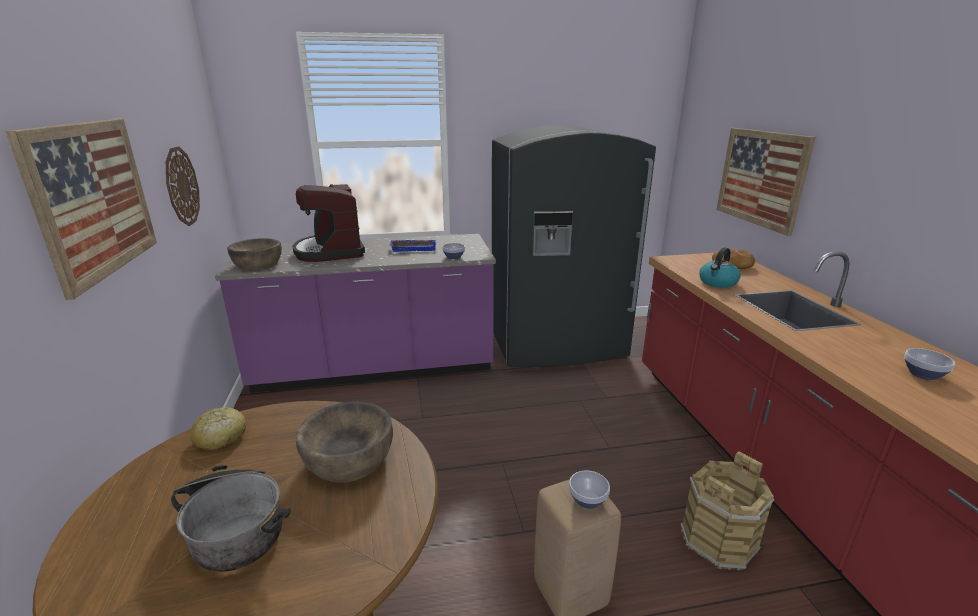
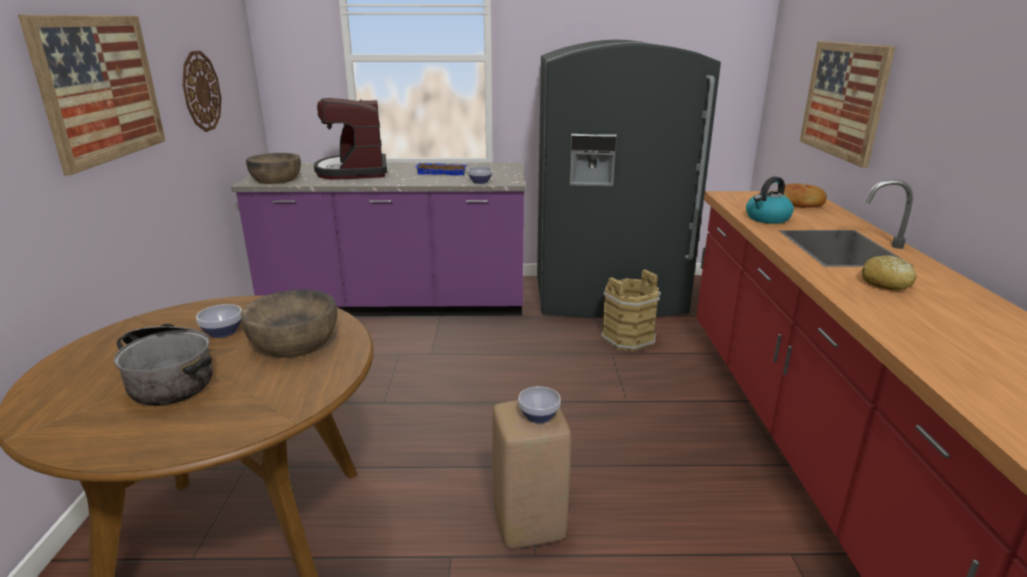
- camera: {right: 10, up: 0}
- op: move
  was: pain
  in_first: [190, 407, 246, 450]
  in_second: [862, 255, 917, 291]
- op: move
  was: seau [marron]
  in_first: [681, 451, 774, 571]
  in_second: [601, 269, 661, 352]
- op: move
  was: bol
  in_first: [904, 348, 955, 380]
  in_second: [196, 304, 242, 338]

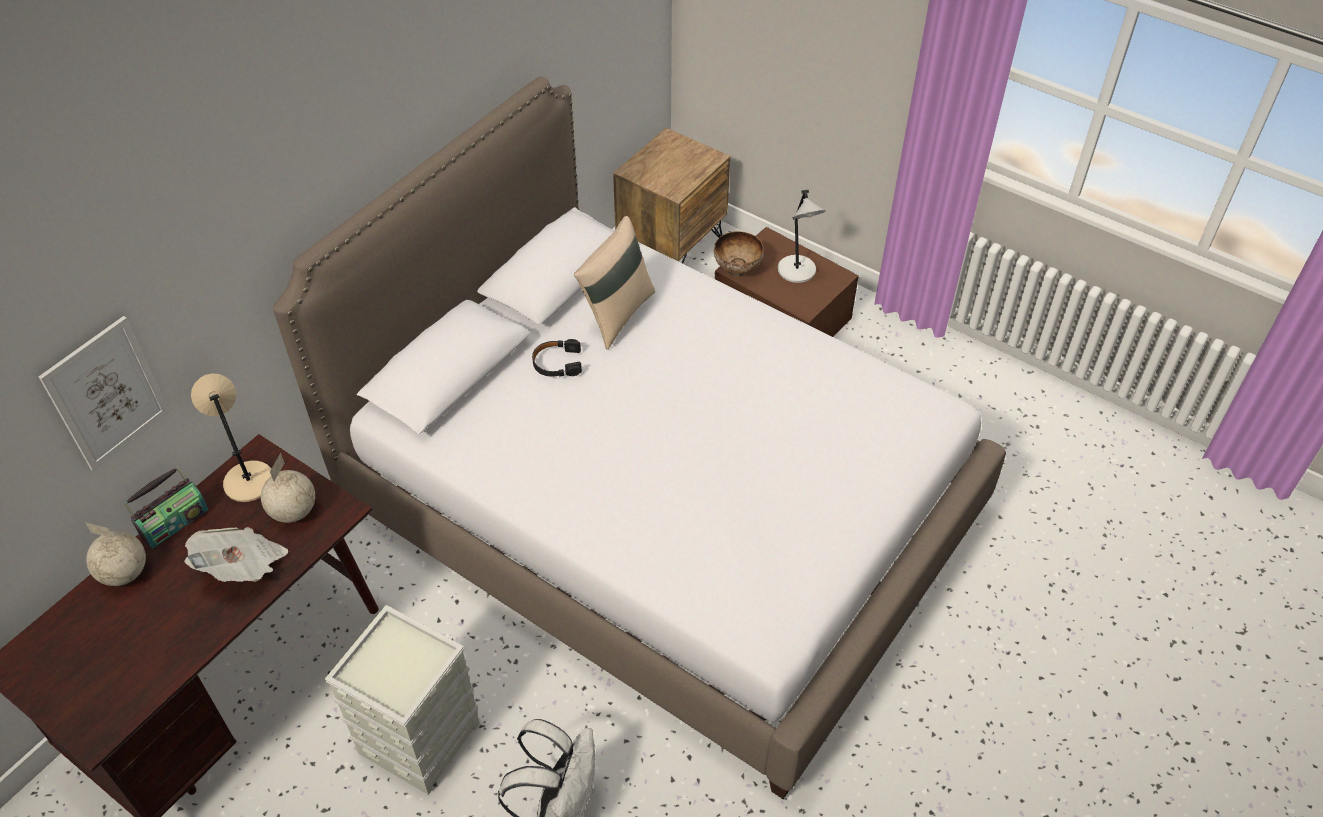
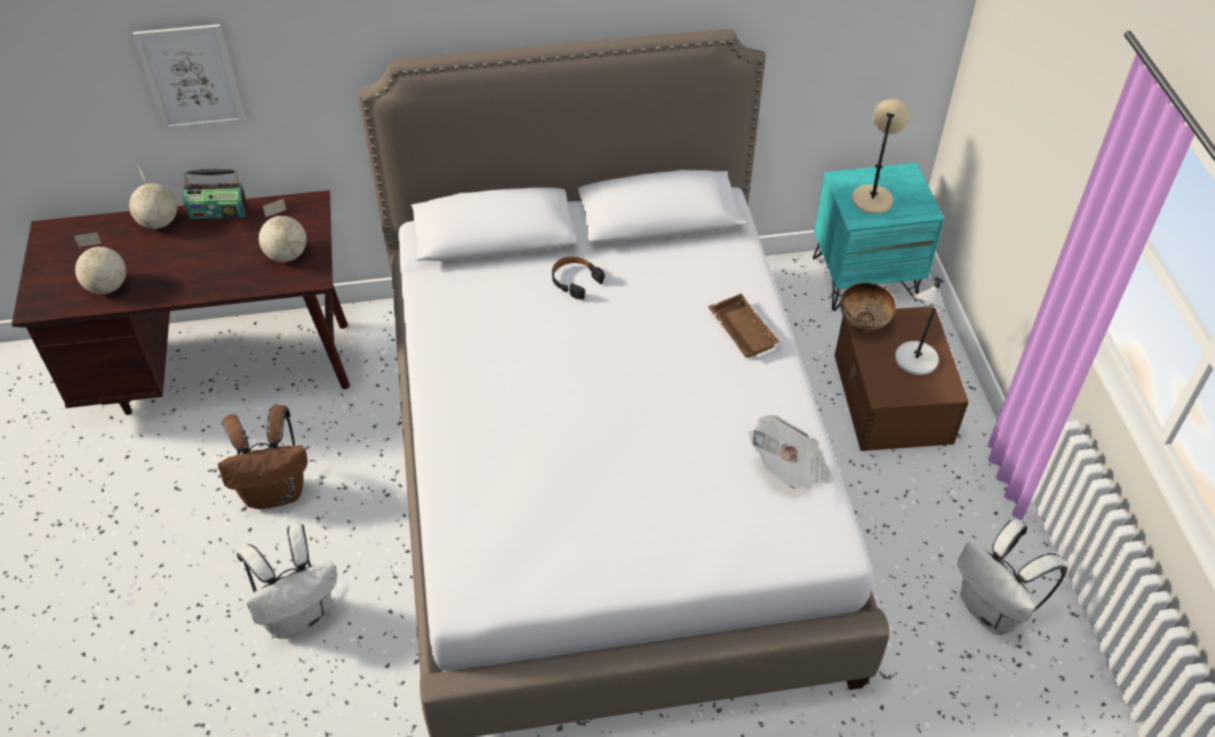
- camera: {right: 45, up: 0}
- op: delete
  was: coussin [beige]
  in_first: [574, 216, 655, 350]
- op: insert
  now: globe
  in_second: [74, 232, 126, 294]
- op: insert
  now: plateau [marron]
  in_second: [708, 293, 780, 358]
- op: insert
  now: sac à dos [blanc]
  in_second: [958, 519, 1067, 635]
- op: move
  was: journal
  in_first: [184, 527, 288, 582]
  in_second: [749, 415, 834, 489]
- op: move
  was: lampe de table [beige]
  in_first: [191, 373, 272, 502]
  in_second: [852, 99, 909, 214]
- op: replace
  was: boîte de rangement [gris]
  now: sac à dos [marron]
  in_first: [325, 605, 480, 795]
  in_second: [218, 405, 308, 509]
- op: recolor
  was: table de chevet [marron]
  now: table de chevet [turquoise]
  in_first: [613, 128, 730, 264]
  in_second: [813, 162, 944, 311]

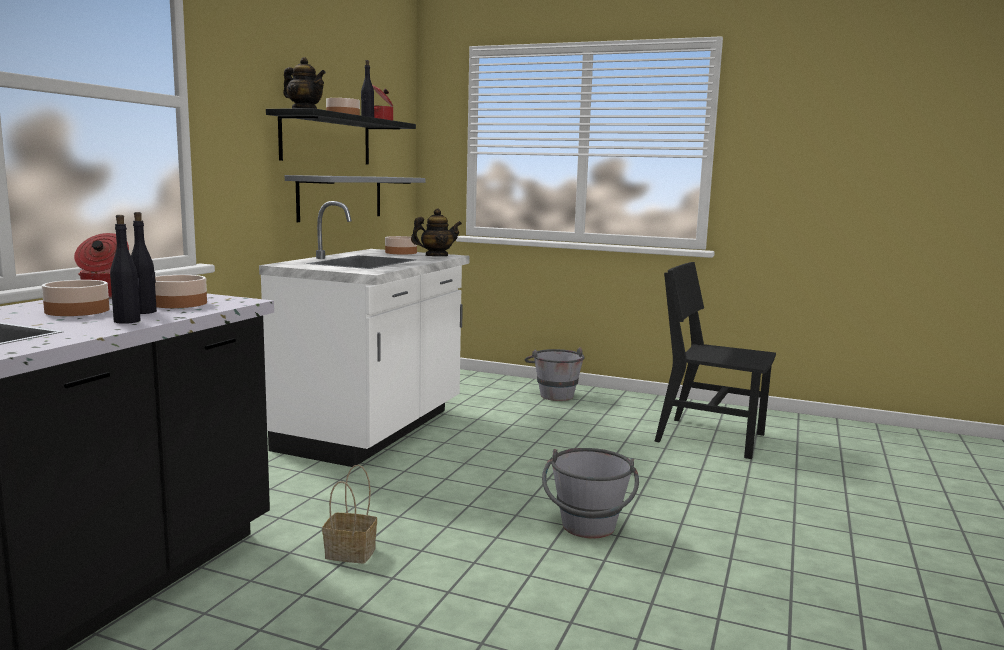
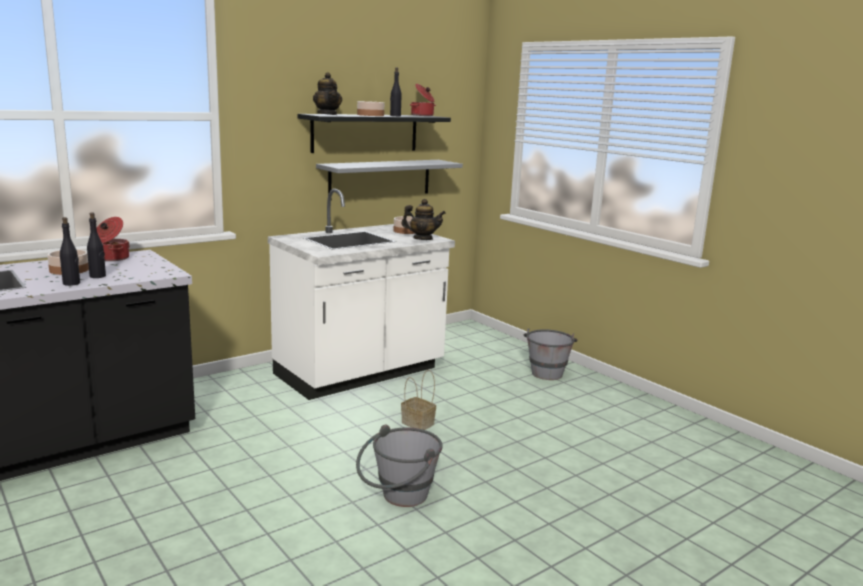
- camera: {right: 30, up: 5}
- op: delete
  was: bol
  in_first: [155, 275, 207, 308]
- op: delete
  was: chaise [noir]
  in_first: [654, 262, 776, 459]
- op: move
  was: panier
  in_first: [322, 465, 377, 563]
  in_second: [401, 370, 436, 430]

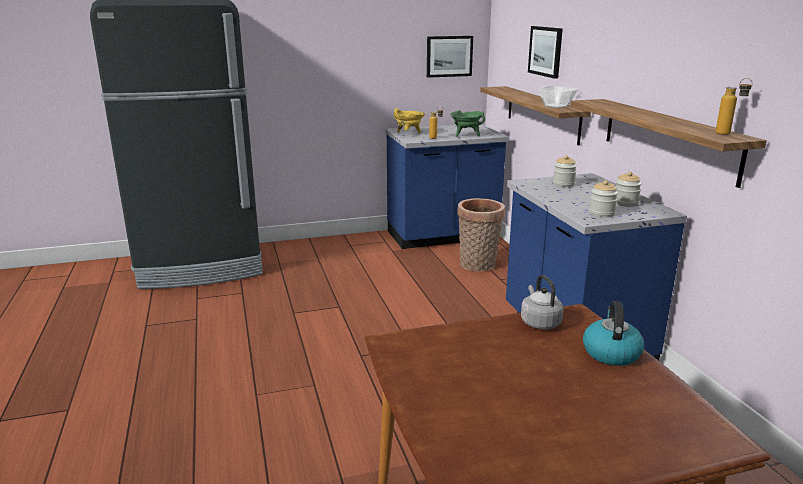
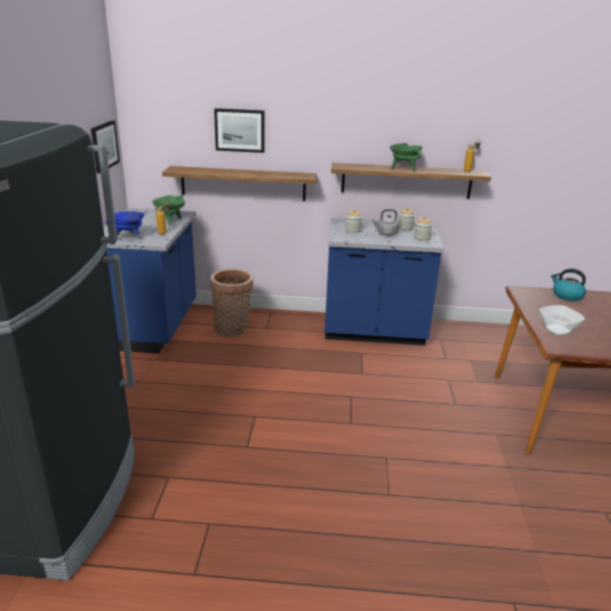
- camera: {right: -70, up: 5}
- op: insert
  now: marmite [vert]
  in_second: [390, 143, 422, 172]
- op: move
  was: bouilloire [gris]
  in_first: [521, 275, 564, 330]
  in_second: [372, 209, 399, 236]
- op: move
  was: bol
  in_first: [538, 86, 578, 108]
  in_second: [539, 305, 585, 336]
- op: recolor
  was: marmite [jaune]
  now: marmite [bleu]
  in_first: [394, 108, 425, 133]
  in_second: [106, 211, 145, 237]

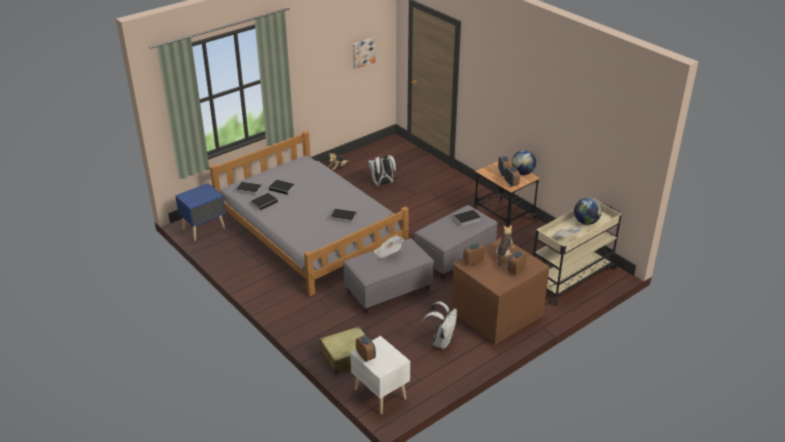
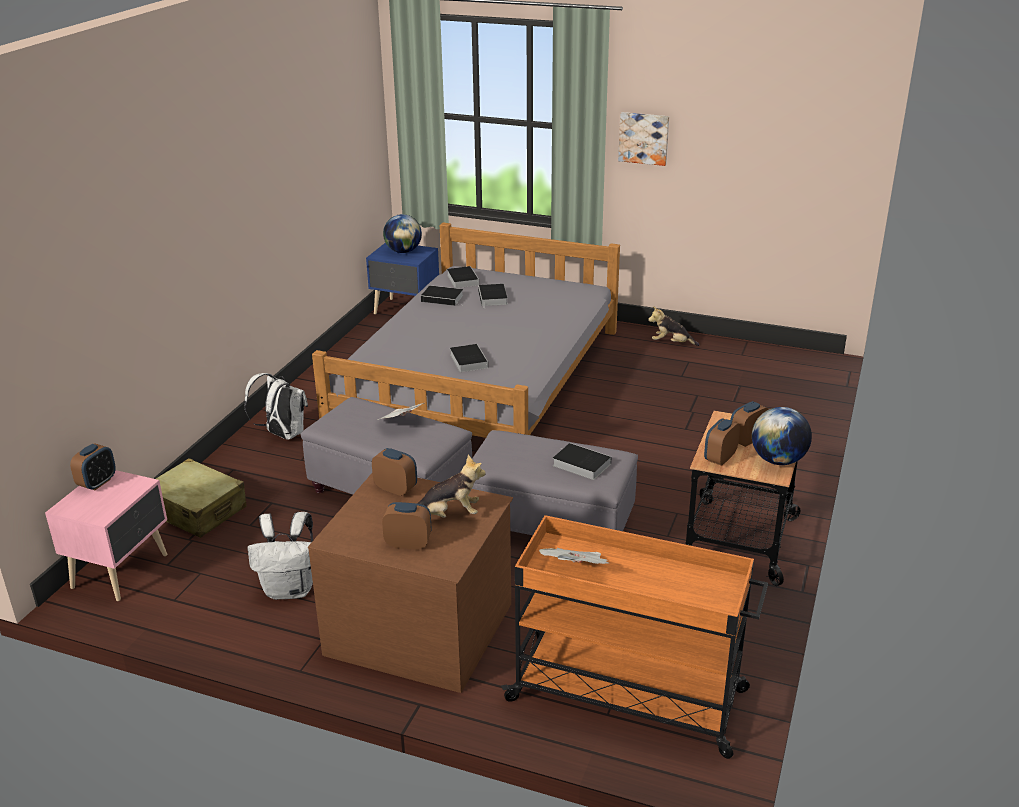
- camera: {right: 60, up: -5}
- op: move
  was: tableau
  in_first: [353, 37, 375, 69]
  in_second: [618, 112, 669, 166]
- op: move
  was: sac à dos [blanc]
  in_first: [368, 155, 396, 186]
  in_second: [244, 373, 308, 440]
- op: move
  was: globe
  in_first: [574, 198, 602, 225]
  in_second: [383, 214, 422, 253]
- op: recolor
  was: table de chevet [blanc]
  now: table de chevet [rose]
  in_first: [350, 336, 410, 414]
  in_second: [45, 470, 167, 601]
- op: recolor
  was: chariot [beige]
  now: chariot [orange]
  in_first: [533, 200, 622, 305]
  in_second: [501, 515, 768, 759]

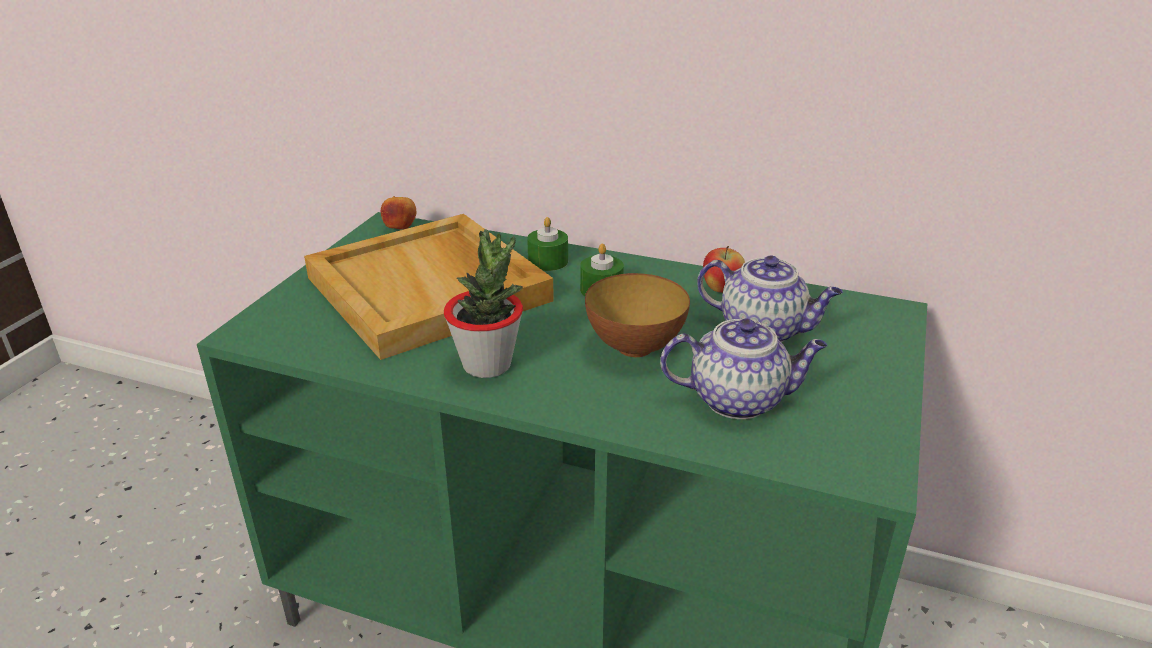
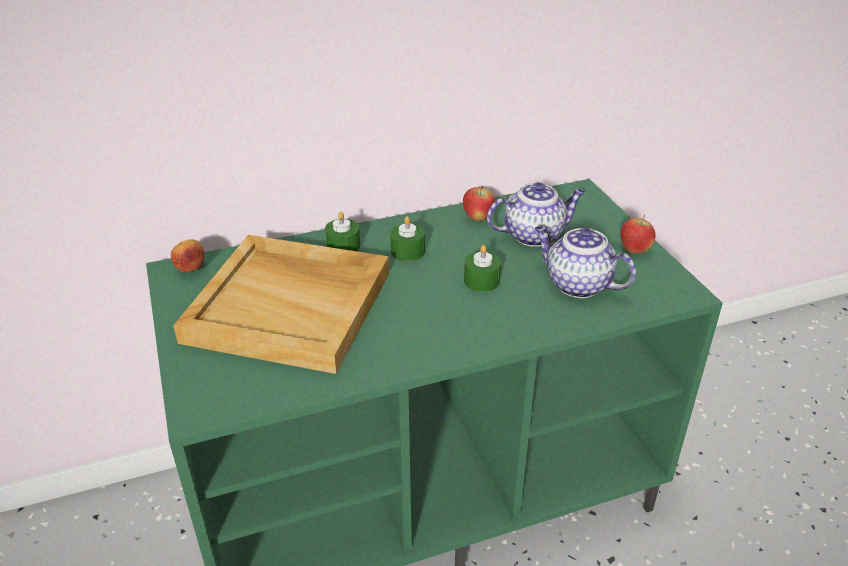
- camera: {right: -40, up: 5}
- op: delete
  was: plante en pot
  in_first: [444, 229, 523, 378]
- op: insert
  now: pomme
  in_second: [620, 215, 655, 253]
- op: replace
  was: bol
  now: bougie [vert]
  in_first: [585, 273, 690, 357]
  in_second: [464, 245, 501, 292]
- op: rotate
  was: théière
  in_first: [660, 319, 827, 419]
  in_second: [535, 226, 636, 298]
  clockwise: -105

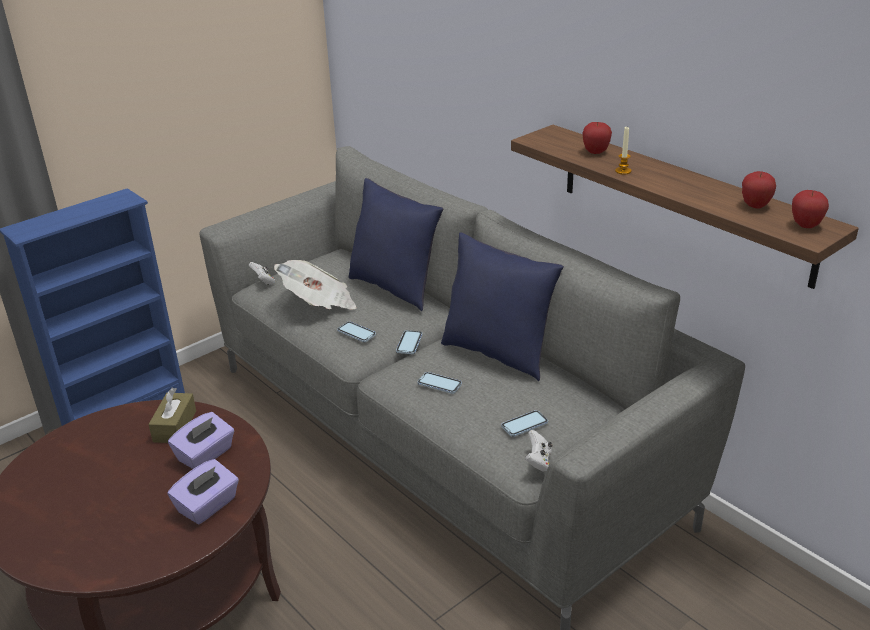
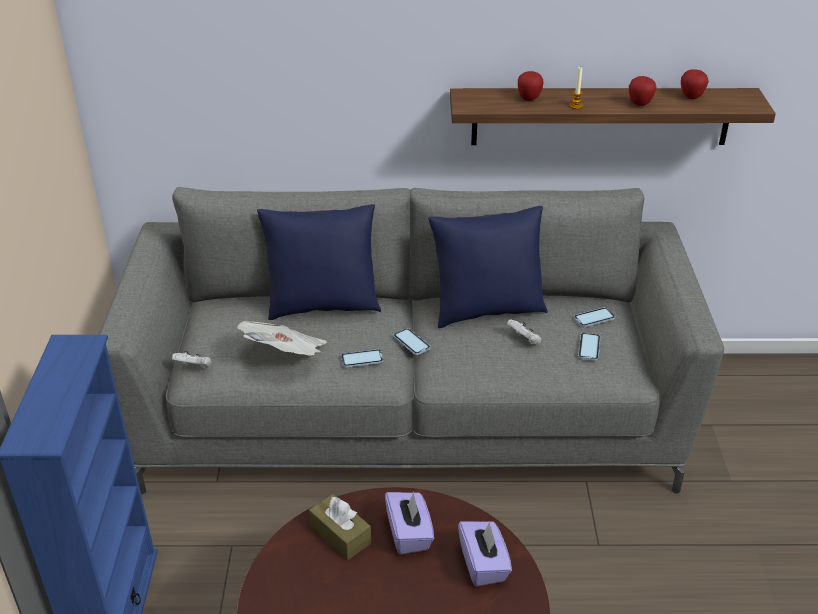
- camera: {right: -50, up: 5}
- op: move
  was: téléphone
  in_first: [417, 372, 462, 394]
  in_second: [574, 307, 615, 327]
- op: move
  was: manette [blanc]
  in_first: [525, 430, 552, 472]
  in_second: [507, 319, 542, 345]
- op: move
  was: pomme
  in_first: [792, 190, 829, 228]
  in_second: [629, 76, 657, 106]

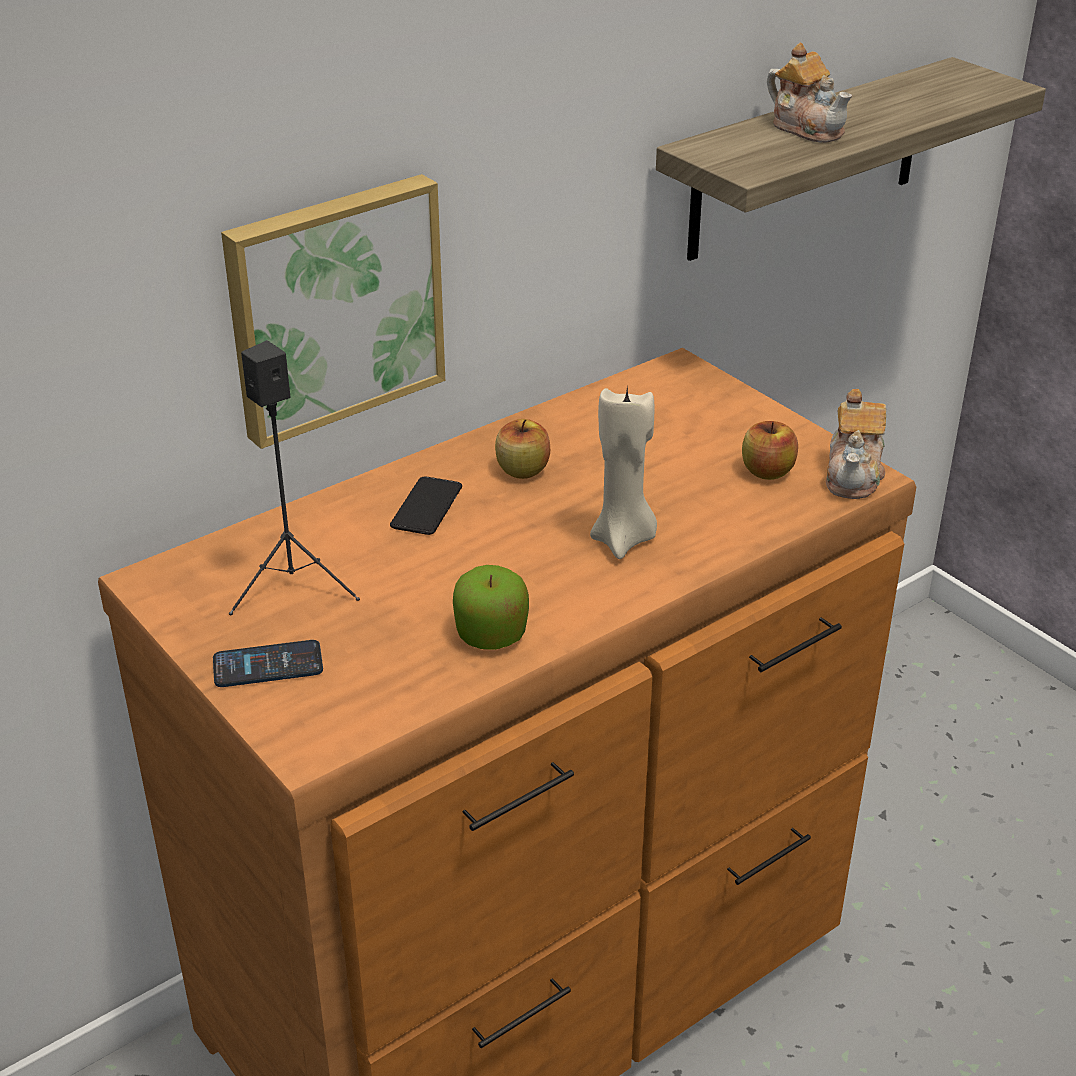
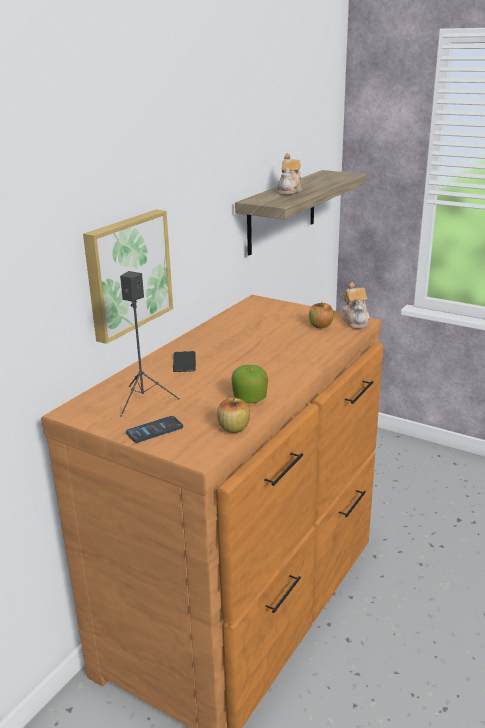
- camera: {right: -20, up: -10}
- op: delete
  was: bougie [beige]
  in_first: [590, 386, 657, 559]
- op: move
  was: pomme
  in_first: [495, 419, 550, 479]
  in_second: [217, 397, 250, 433]
- op: rotate
  was: théière
  in_first: [767, 43, 852, 143]
  in_second: [277, 153, 302, 195]
  clockwise: 75

